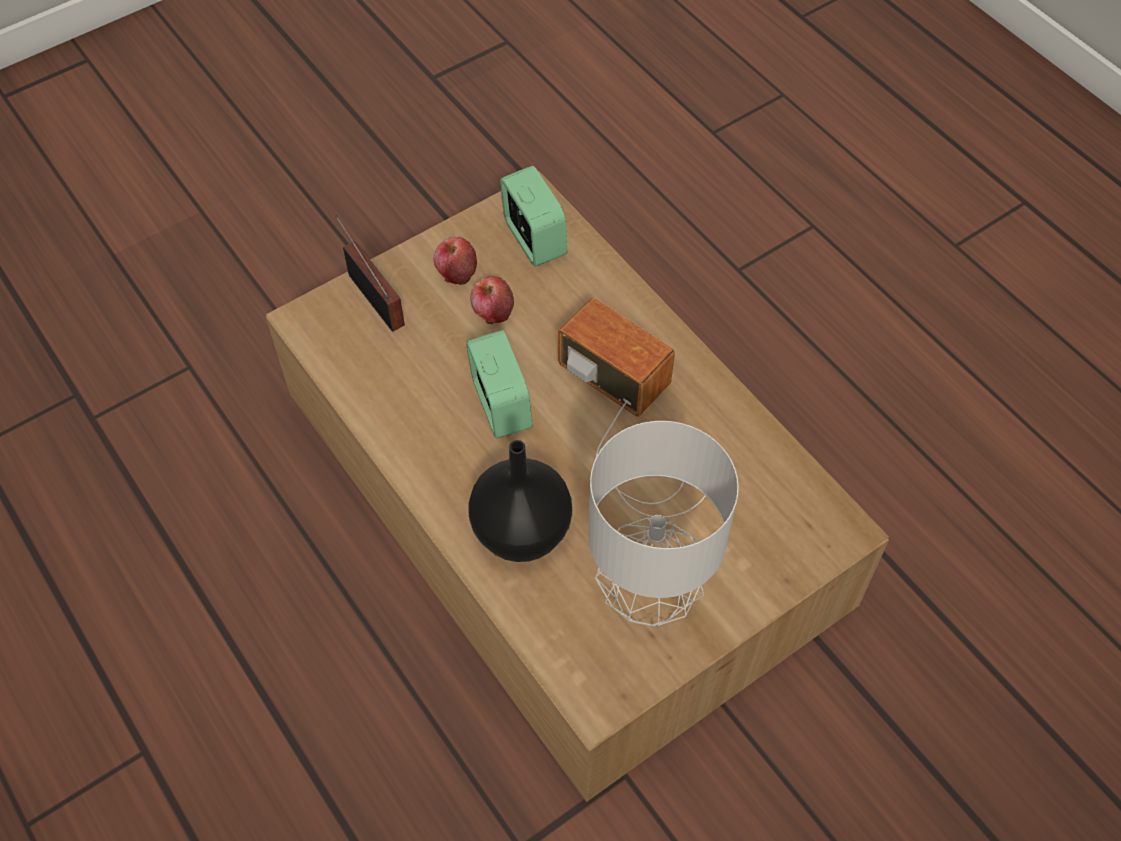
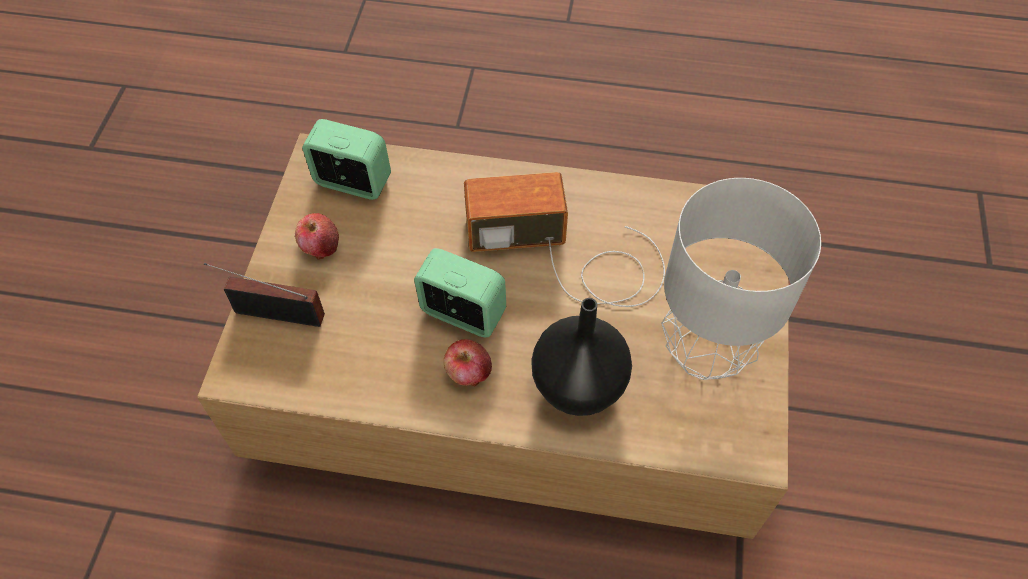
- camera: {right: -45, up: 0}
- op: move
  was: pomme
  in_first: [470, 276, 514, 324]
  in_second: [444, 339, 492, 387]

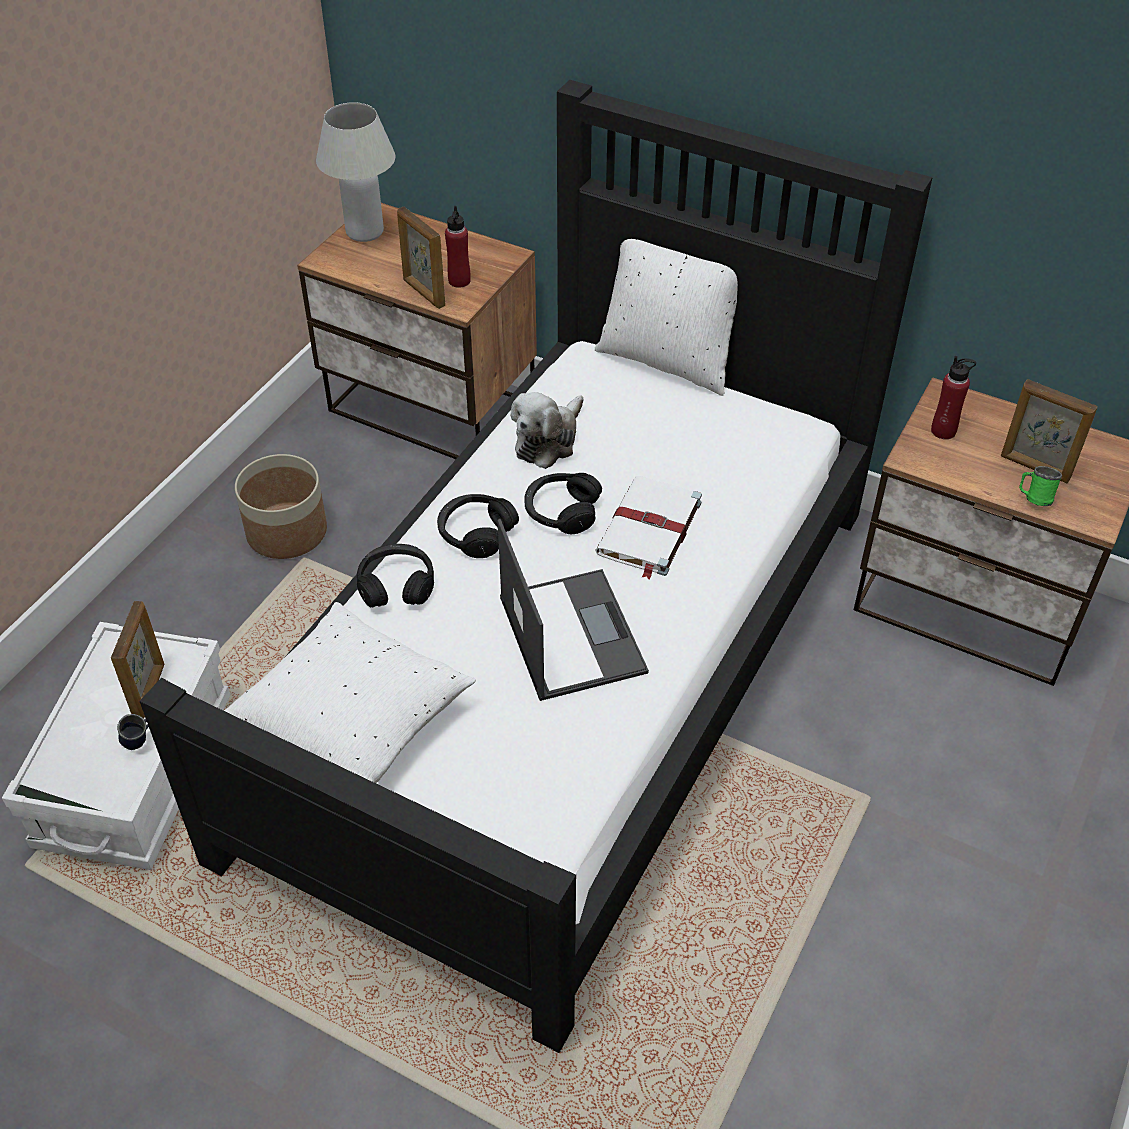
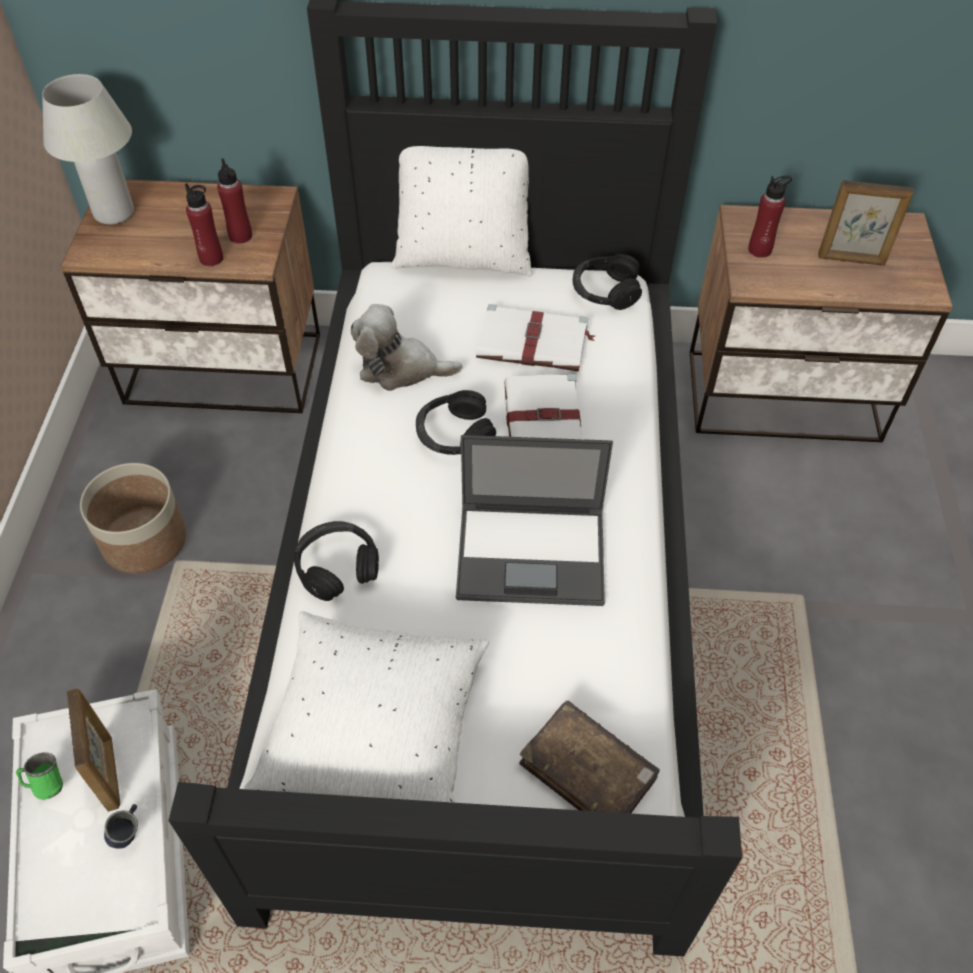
- camera: {right: -25, up: 5}
- op: insert
  now: livre [blanc]
  in_second: [476, 304, 595, 372]
- op: insert
  now: livre [marron]
  in_second: [519, 701, 660, 814]
- op: move
  was: casque audio [noir]
  in_first: [437, 494, 519, 558]
  in_second: [573, 254, 642, 310]
- op: move
  was: mug [vert]
  in_first: [1019, 466, 1062, 506]
  in_second: [16, 752, 63, 800]
- op: replace
  was: cadre photo
  now: bouteille [rouge]
  in_first: [397, 207, 445, 309]
  in_second: [185, 184, 223, 266]
- op: rotate
  was: ordinateur portable
  in_first: [498, 519, 649, 701]
  in_second: [456, 435, 613, 606]
  clockwise: 135
- op: rotate
  was: peluche
  in_first: [511, 392, 583, 469]
  in_second: [351, 304, 462, 391]
  clockwise: 90

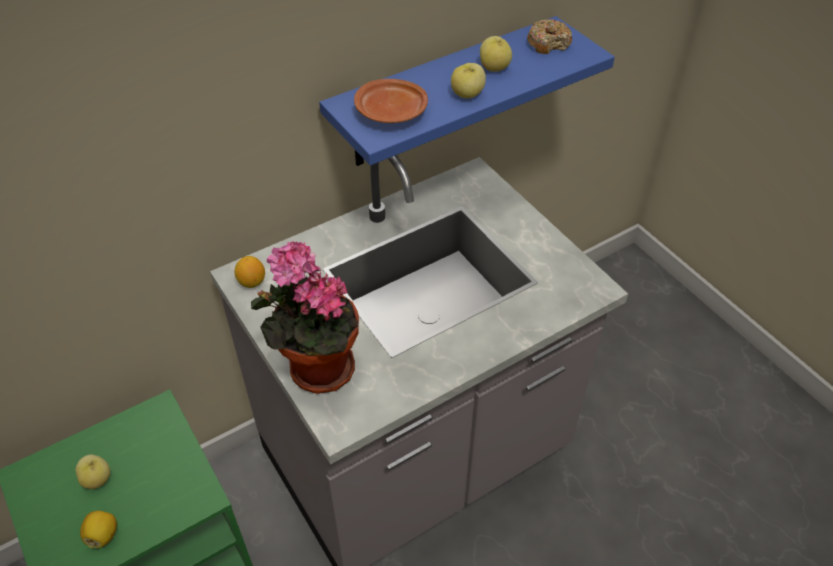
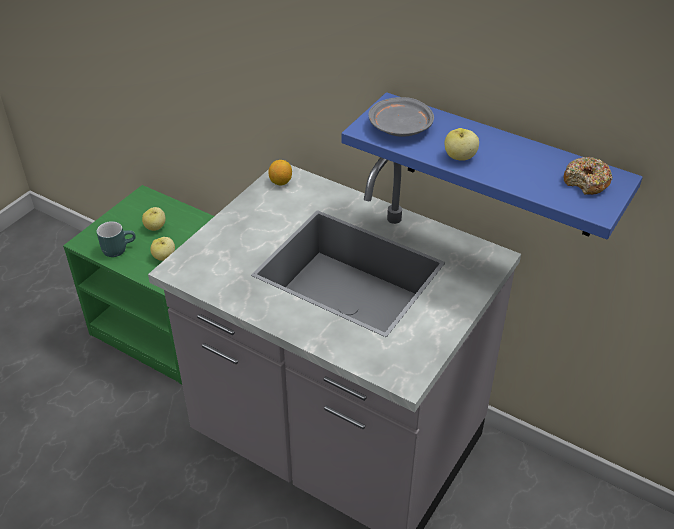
- camera: {right: 65, up: -5}
- op: delete
  was: plante en pot
  in_first: [251, 241, 359, 394]
- op: move
  was: pomme
  in_first: [480, 36, 512, 72]
  in_second: [150, 237, 175, 261]
- op: replace
  was: citron
  now: mug [turquoise]
  in_first: [80, 511, 117, 548]
  in_second: [97, 221, 136, 257]
- op: recolor
  was: assiette [marron]
  now: assiette [gris]
  in_first: [354, 79, 428, 123]
  in_second: [369, 97, 434, 137]

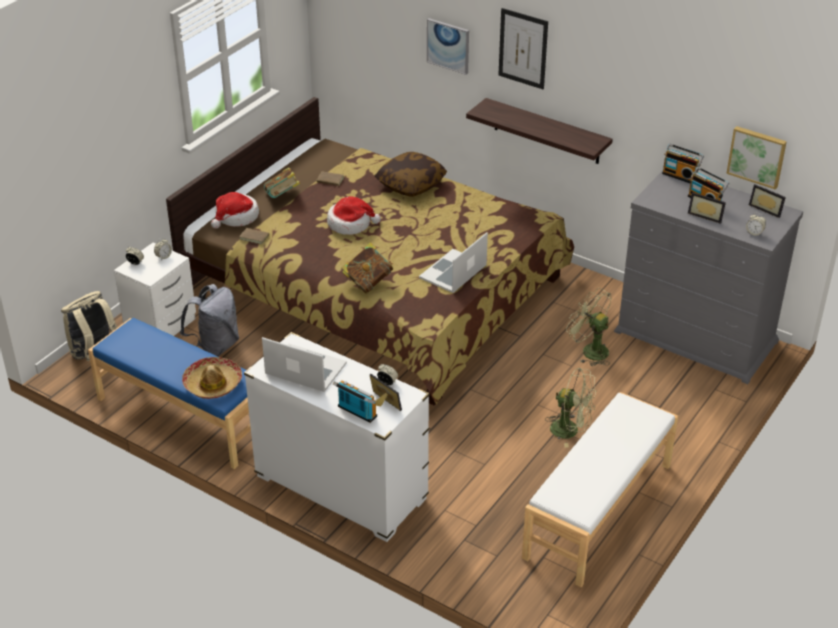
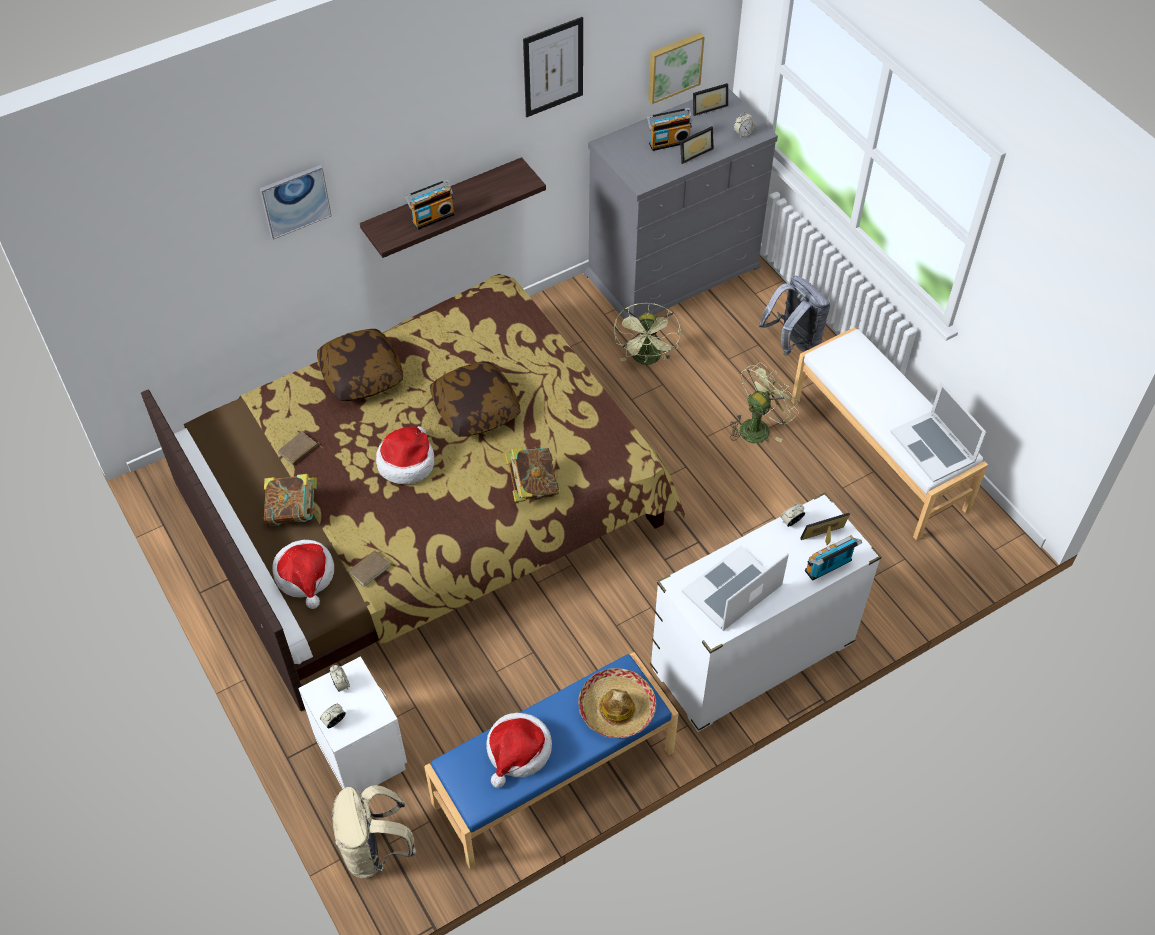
- camera: {right: -65, up: 15}
- op: insert
  now: coussin
  in_second: [430, 361, 521, 437]
- op: insert
  now: chapeau
  in_second: [486, 713, 552, 788]
- op: move
  was: sac à dos [gris]
  in_first: [180, 284, 239, 357]
  in_second: [759, 276, 830, 356]
- op: move
  was: ordinateur portable
  in_first: [419, 232, 488, 293]
  in_second: [890, 382, 986, 482]
- op: move
  was: tableau
  in_first: [499, 8, 548, 89]
  in_second: [523, 17, 583, 117]
- op: move
  was: radio
  in_first: [662, 144, 704, 183]
  in_second: [405, 179, 455, 230]
- op: rotate
  was: ventilateur [vert]
  in_first: [566, 288, 612, 366]
  in_second: [614, 303, 681, 365]
  clockwise: -60

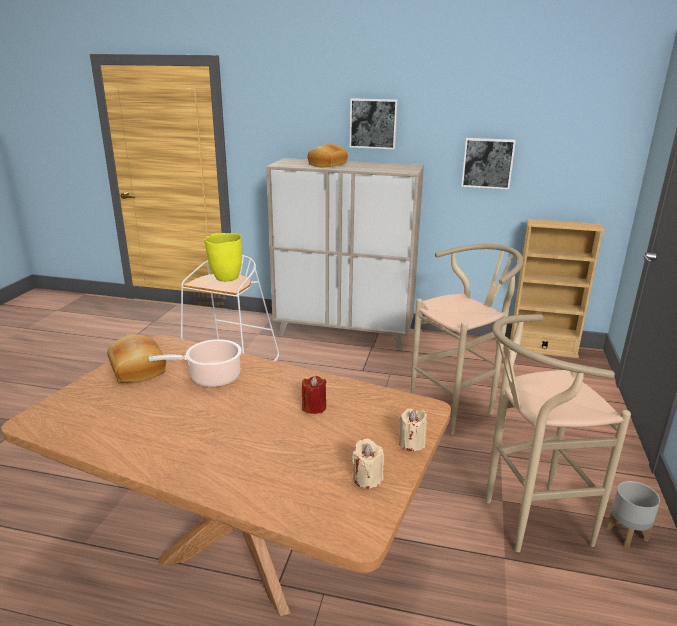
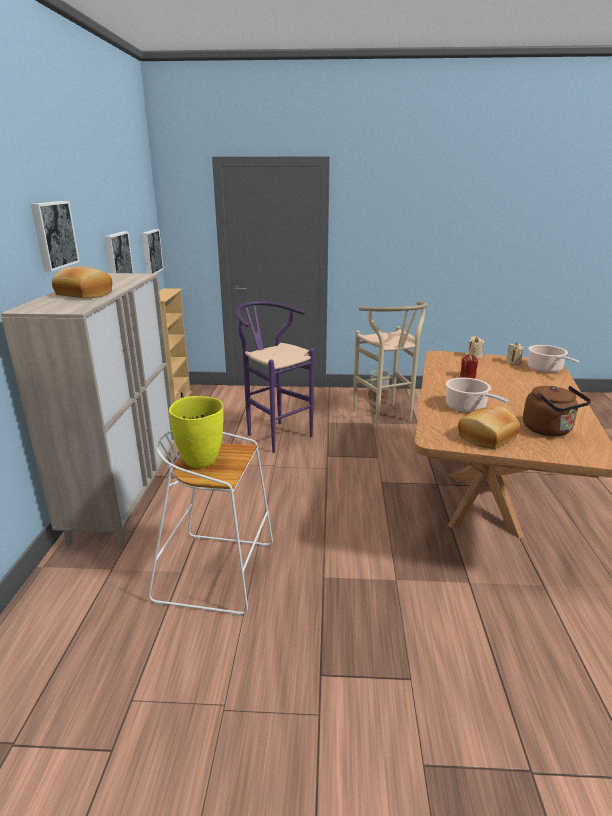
- camera: {right: -100, up: 0}
- op: insert
  now: tableau
  in_second: [142, 229, 164, 274]
- op: insert
  now: bouilloire [marron]
  in_second: [523, 386, 591, 436]
- op: insert
  now: marmite
  in_second: [528, 345, 580, 373]
- op: recolor
  was: tabouret [beige]
  now: tabouret [violet]
  in_first: [411, 244, 524, 435]
  in_second: [236, 301, 314, 453]

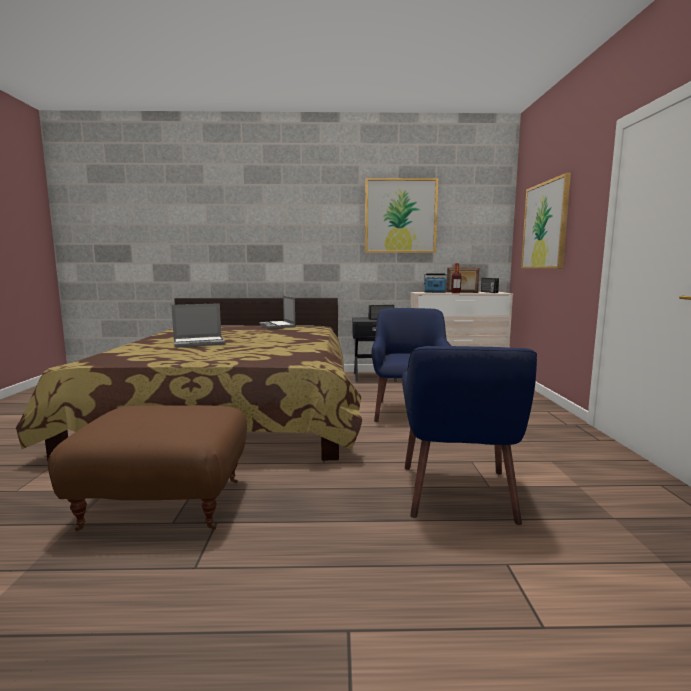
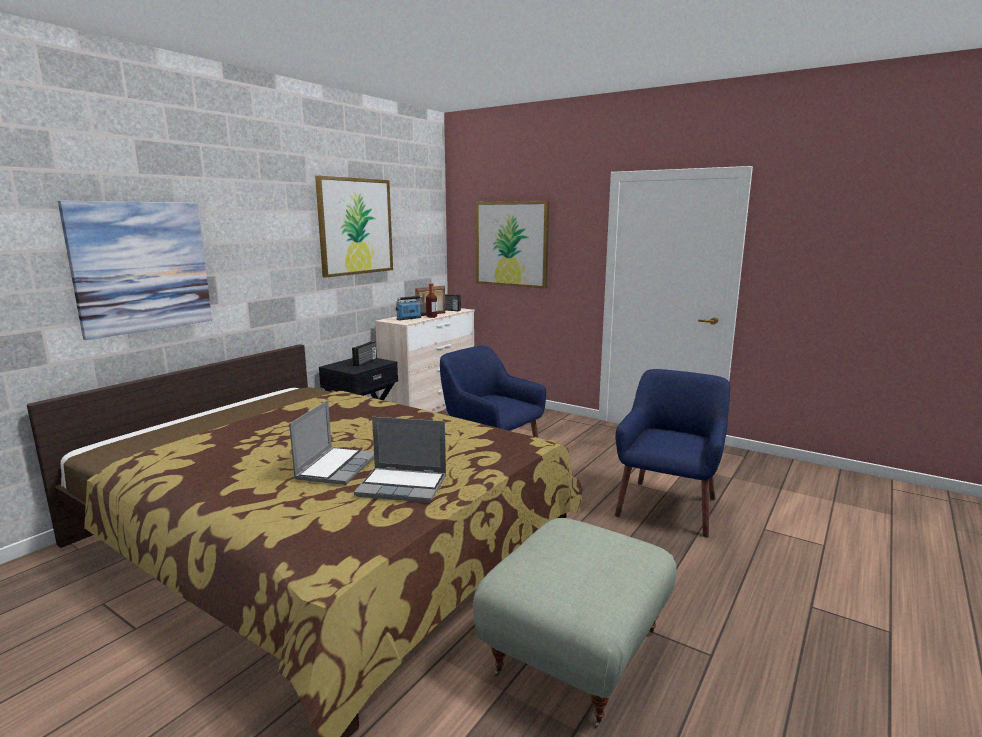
- camera: {right: -55, up: 5}
- op: insert
  now: tableau
  in_second: [58, 200, 212, 340]
- op: move
  was: ordinateur portable
  in_first: [259, 296, 296, 329]
  in_second: [354, 417, 446, 503]
- op: recolor
  was: pouf [marron]
  now: pouf [gris]
  in_first: [48, 405, 247, 531]
  in_second: [473, 518, 677, 728]
- op: rotate
  was: fauteuil [bleu]
  in_first: [402, 346, 537, 525]
  in_second: [615, 369, 730, 538]
  clockwise: -105

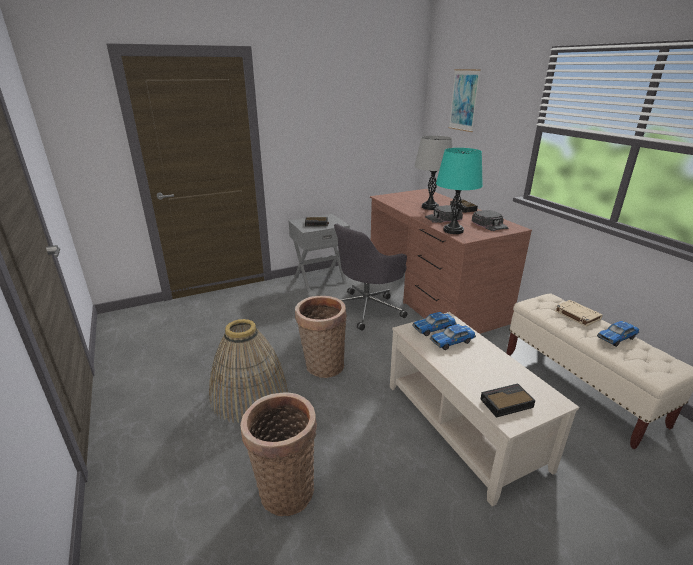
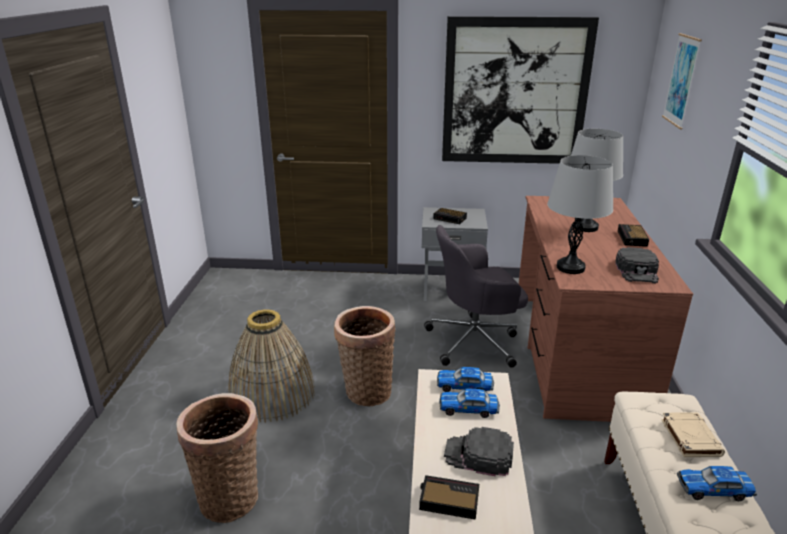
- camera: {right: 30, up: 0}
- op: insert
  now: tableau
  in_second: [442, 16, 599, 164]
- op: move
  was: casquette [noir]
  in_first: [425, 205, 463, 223]
  in_second: [444, 427, 514, 476]
- op: recolor
  was: lampe de table [turquoise]
  now: lampe de table [gris]
  in_first: [436, 148, 483, 234]
  in_second: [547, 155, 613, 274]

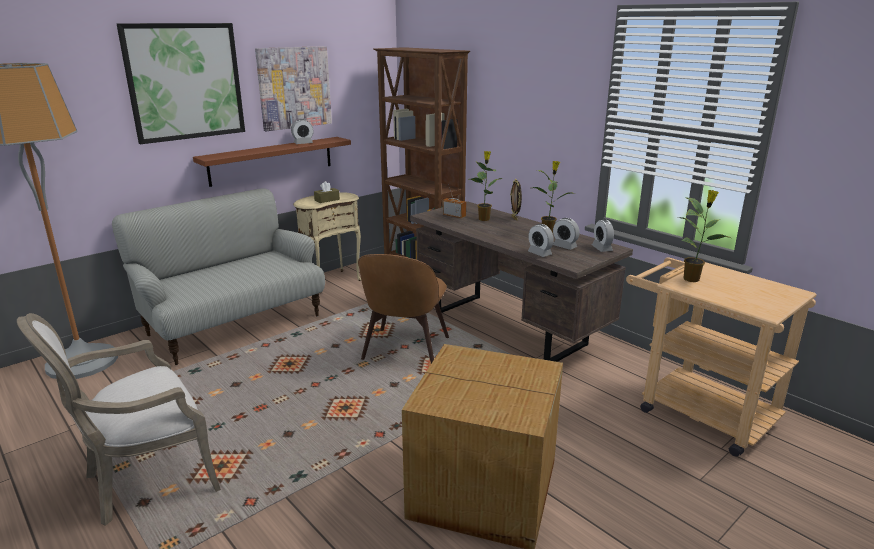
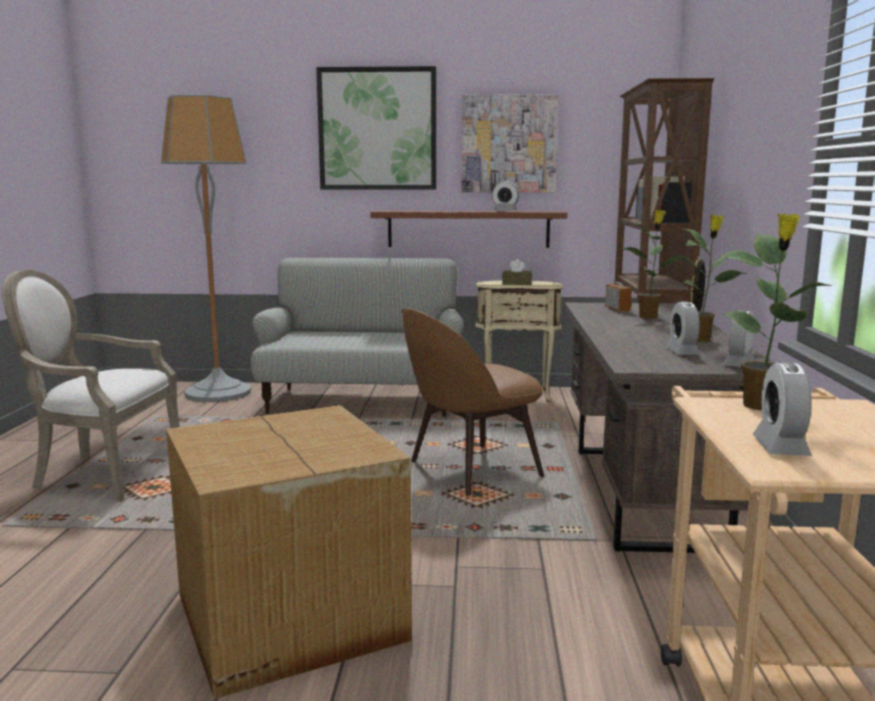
- camera: {right: 45, up: -10}
- op: move
  was: réveil
  in_first: [528, 224, 554, 257]
  in_second: [753, 362, 812, 456]

